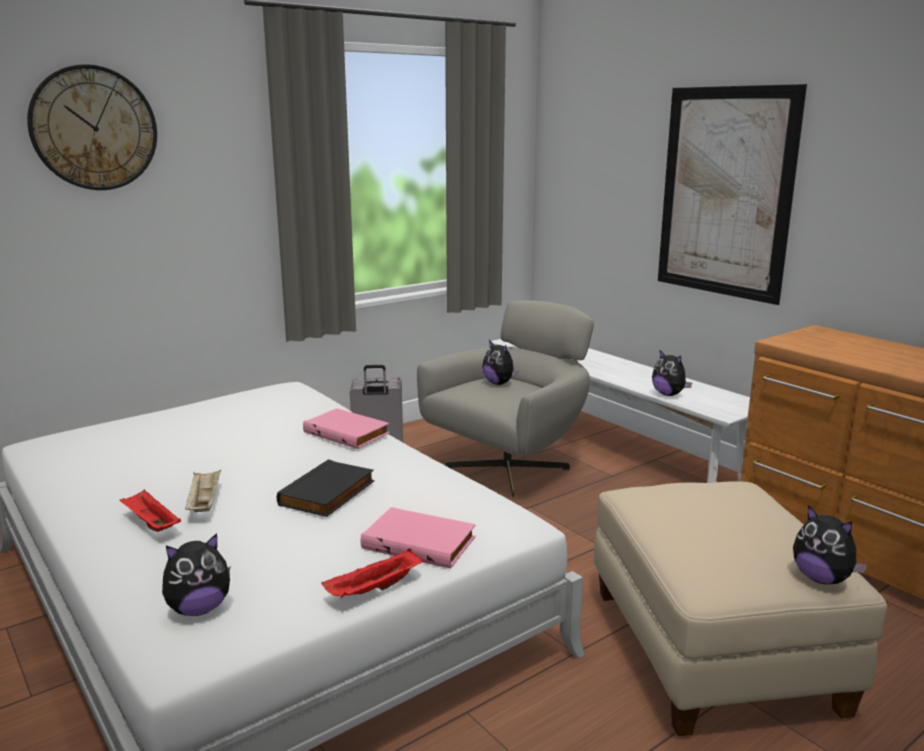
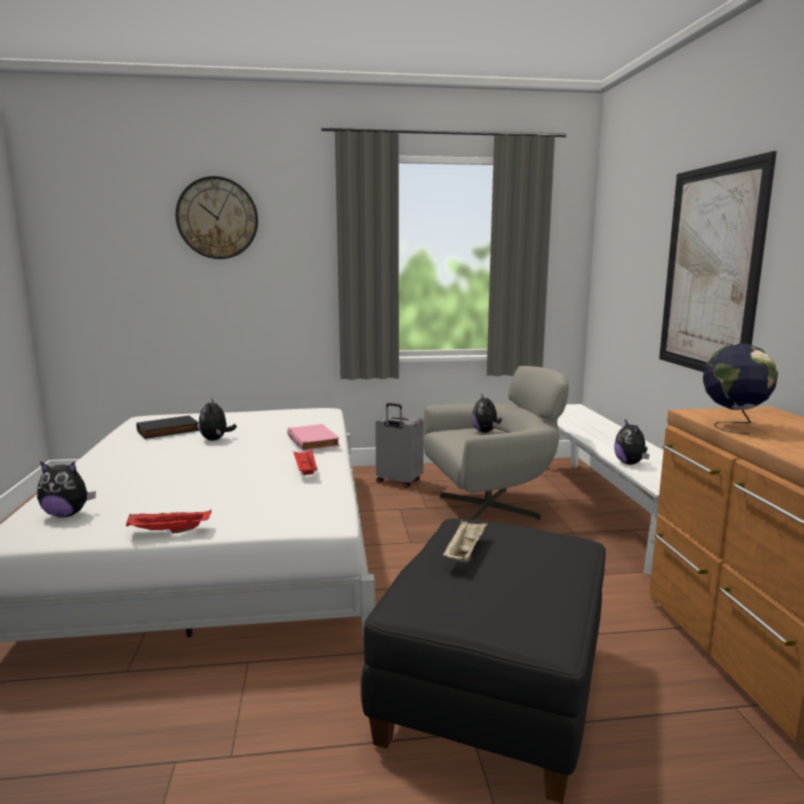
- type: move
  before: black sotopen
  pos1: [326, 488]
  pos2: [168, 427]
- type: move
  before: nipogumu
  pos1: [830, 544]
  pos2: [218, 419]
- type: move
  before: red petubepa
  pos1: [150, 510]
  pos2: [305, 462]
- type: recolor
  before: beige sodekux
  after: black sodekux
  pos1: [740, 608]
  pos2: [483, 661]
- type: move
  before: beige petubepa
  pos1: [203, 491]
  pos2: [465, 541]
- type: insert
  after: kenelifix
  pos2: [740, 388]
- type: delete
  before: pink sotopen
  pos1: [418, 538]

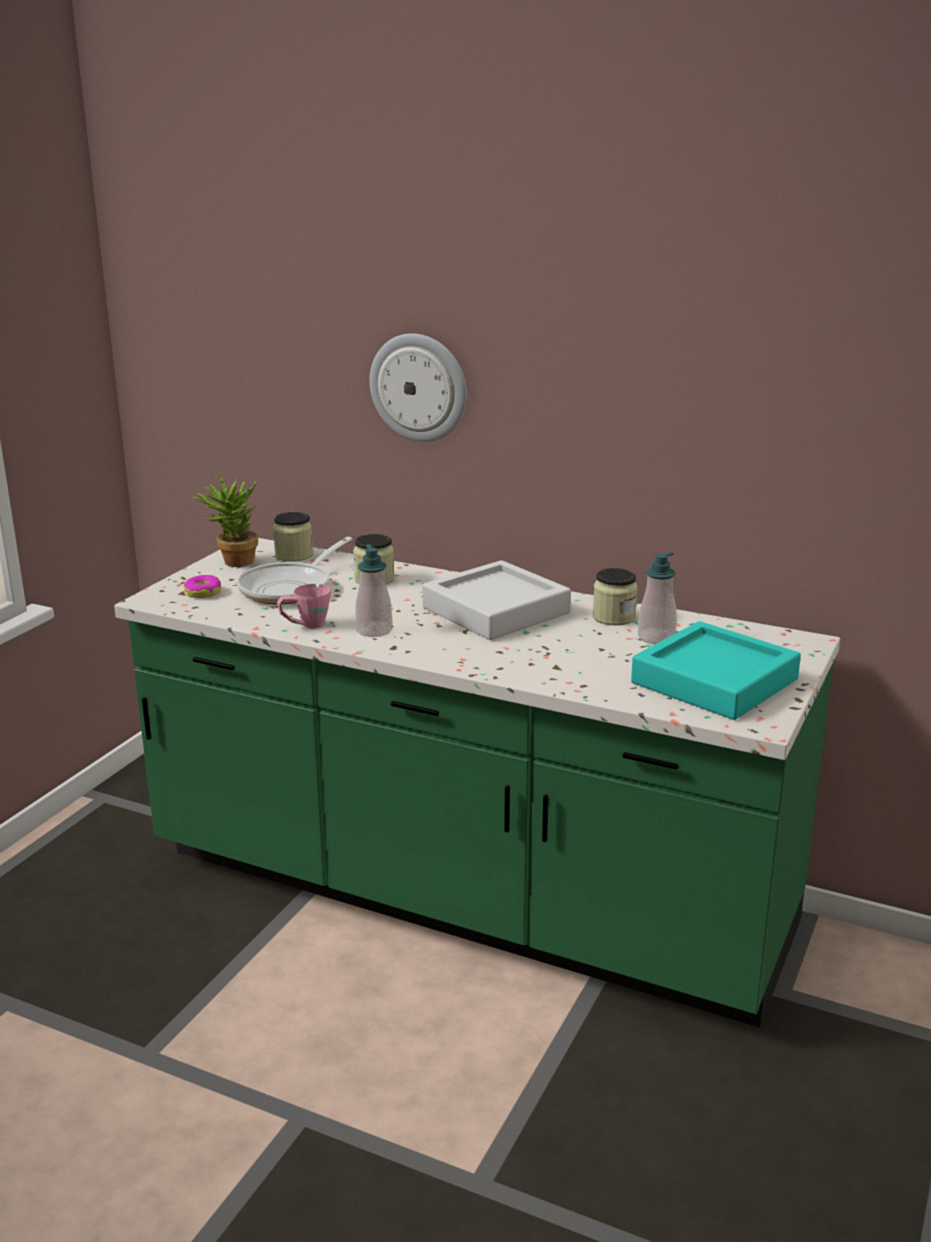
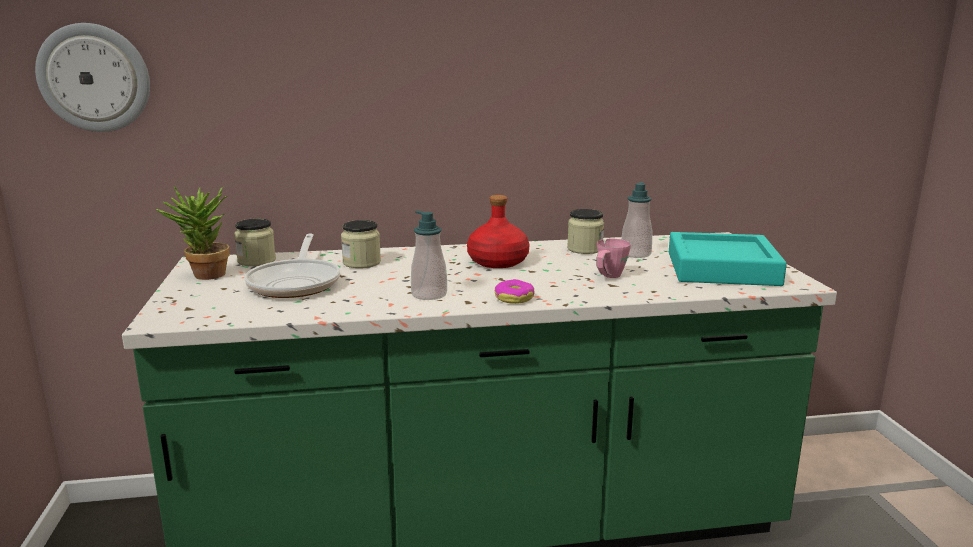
- type: move
  before: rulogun
  pos1: [418, 387]
  pos2: [92, 77]
- type: replace
  before: grey petubepa
  after: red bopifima
  pos1: [496, 600]
  pos2: [498, 231]
- type: move
  before: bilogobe
  pos1: [202, 586]
  pos2: [514, 291]
- type: move
  before: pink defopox
  pos1: [304, 606]
  pos2: [613, 258]

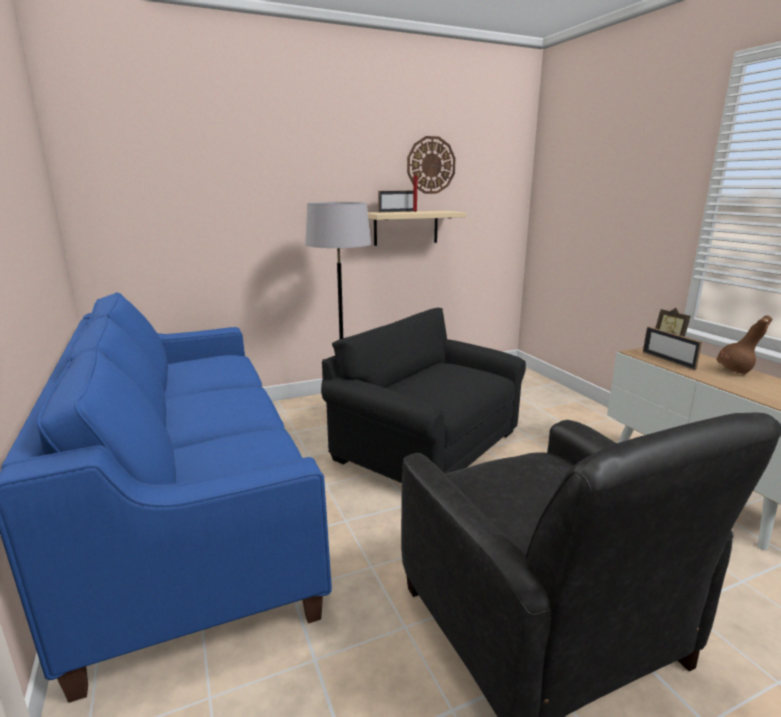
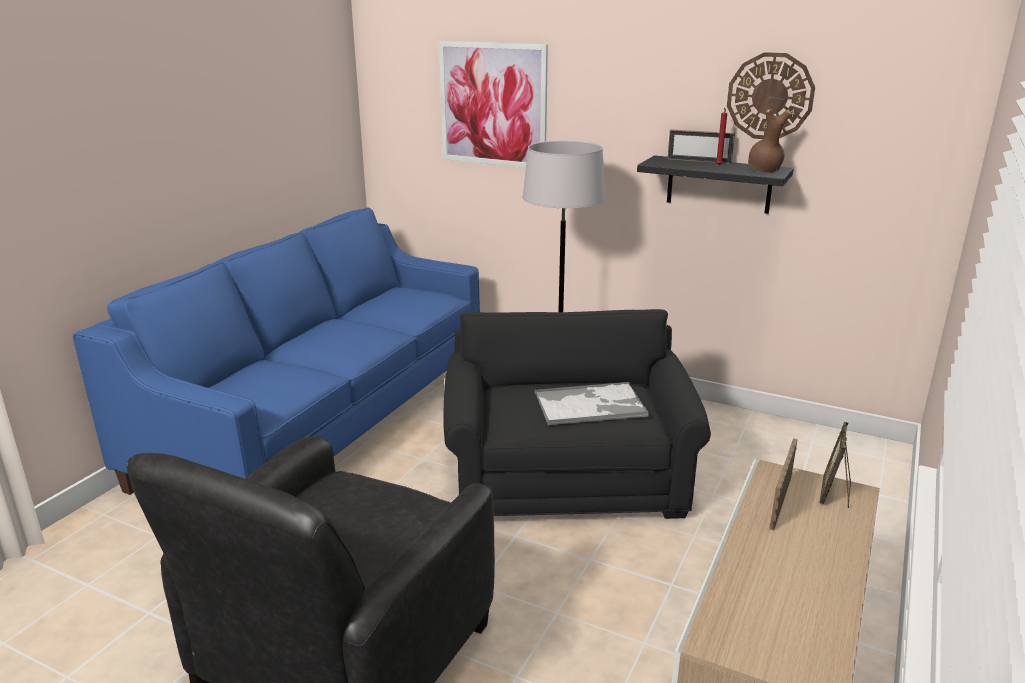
- type: insert
  after: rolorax
  pos2: [493, 104]
- type: insert
  after: petubepa
  pos2: [591, 403]
- type: recolor
  before: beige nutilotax
  after: black nutilotax
  pos1: [417, 228]
  pos2: [715, 184]
- type: move
  before: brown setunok
  pos1: [744, 345]
  pos2: [769, 140]

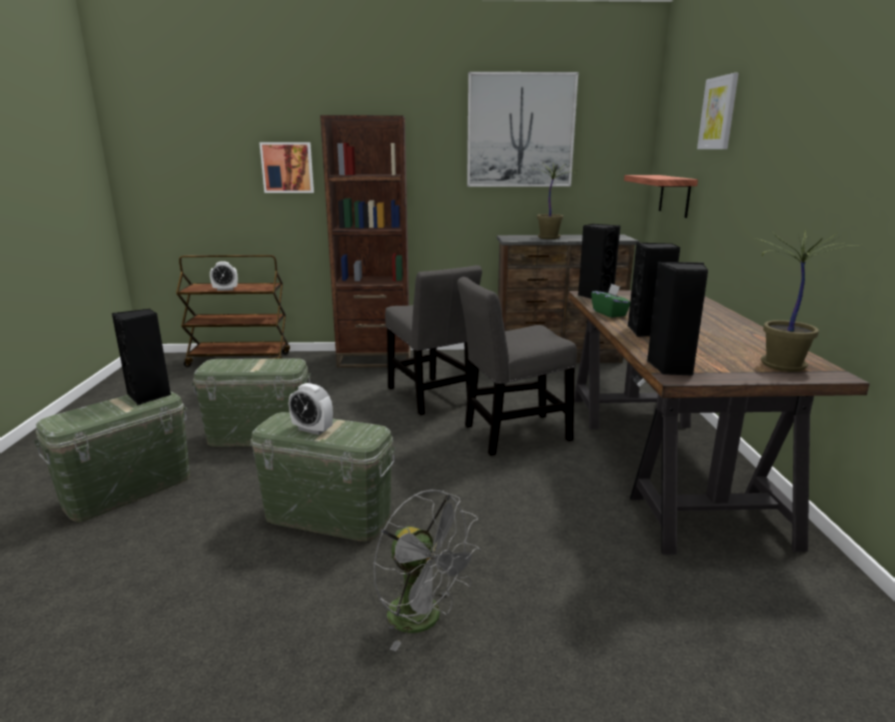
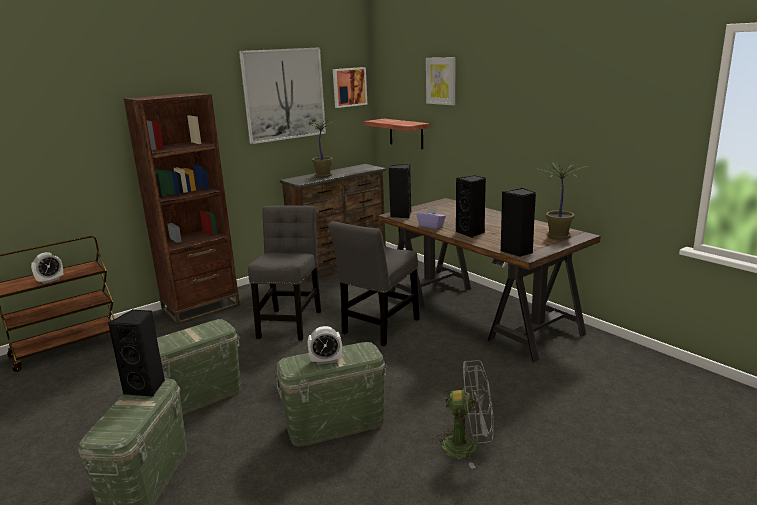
- type: rotate
  before: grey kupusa
  pos1: [433, 340]
  pos2: [284, 272]
  turn: -105
- type: move
  before: rolorax
  pos1: [286, 167]
  pos2: [350, 87]
- type: recolor
  before: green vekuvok
  after: purple vekuvok
  pos1: [610, 300]
  pos2: [431, 217]

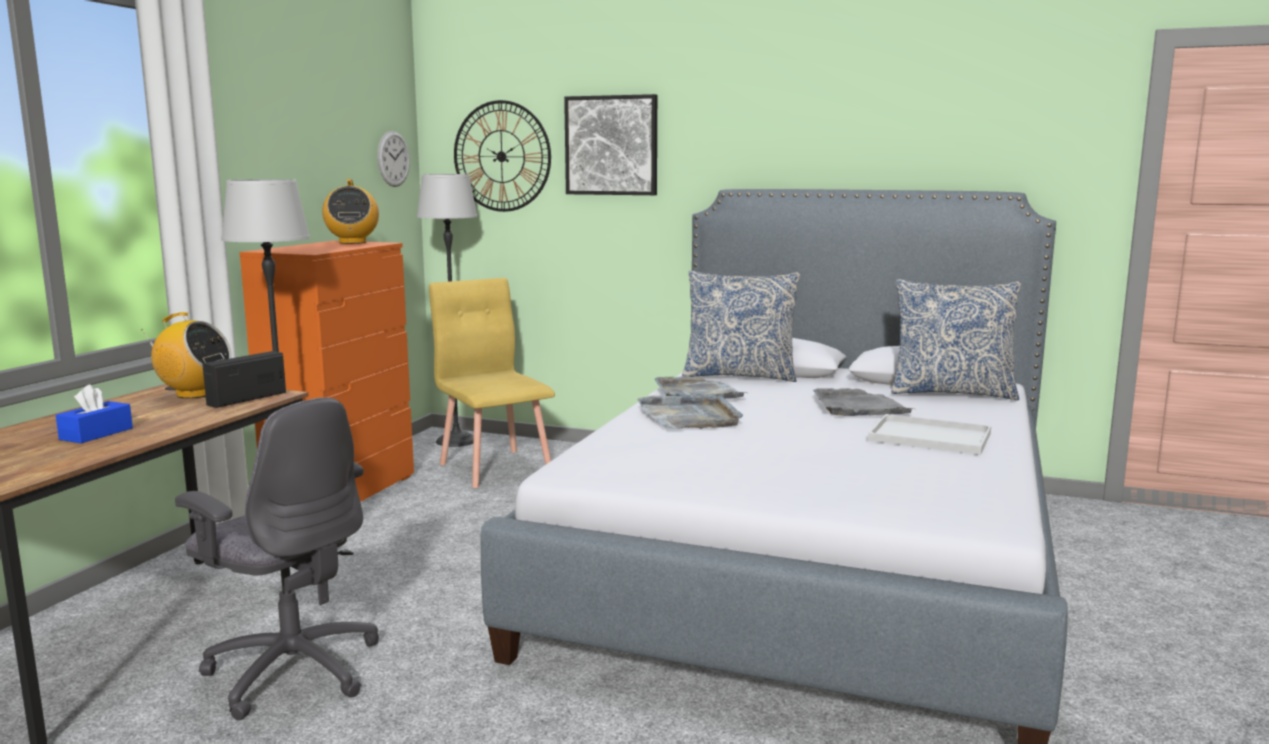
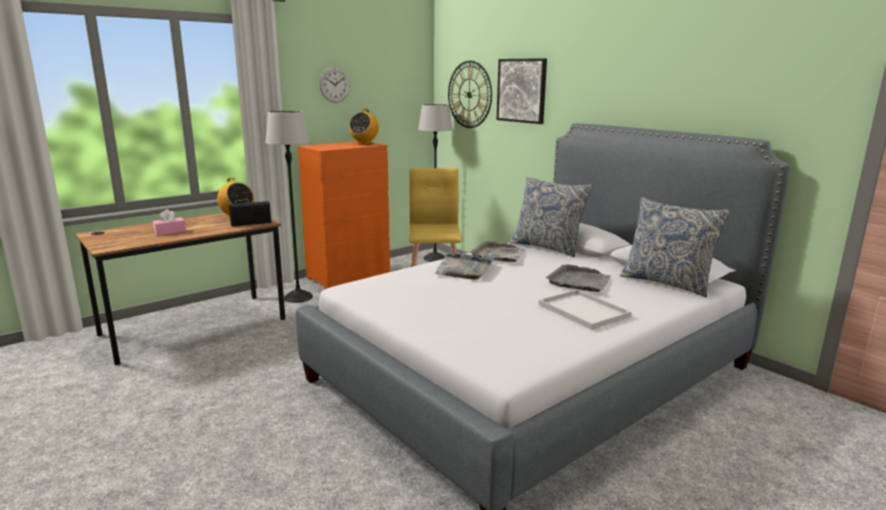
- type: recolor
  before: blue vekuvok
  after: pink vekuvok
  pos1: [94, 413]
  pos2: [169, 222]
- type: move
  before: rulogun
  pos1: [393, 159]
  pos2: [334, 85]
- type: delete
  before: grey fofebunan
  pos1: [277, 558]

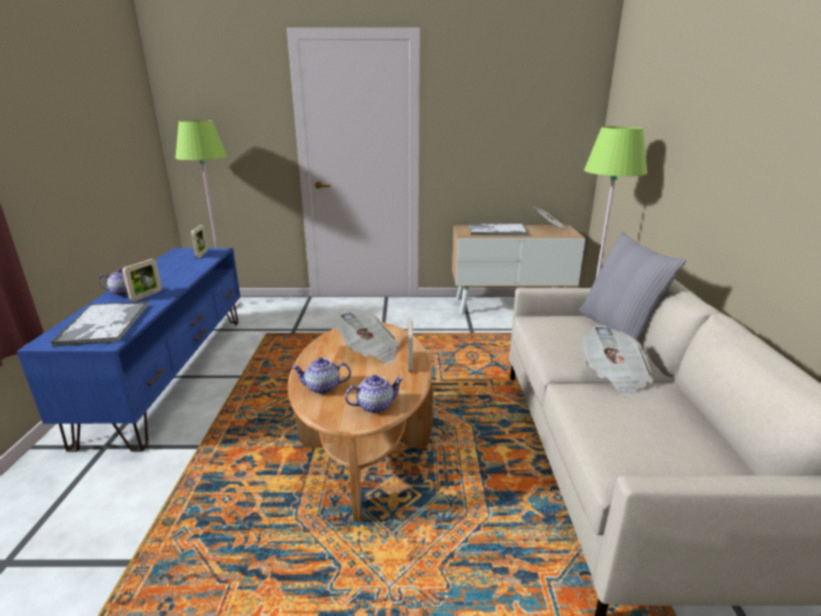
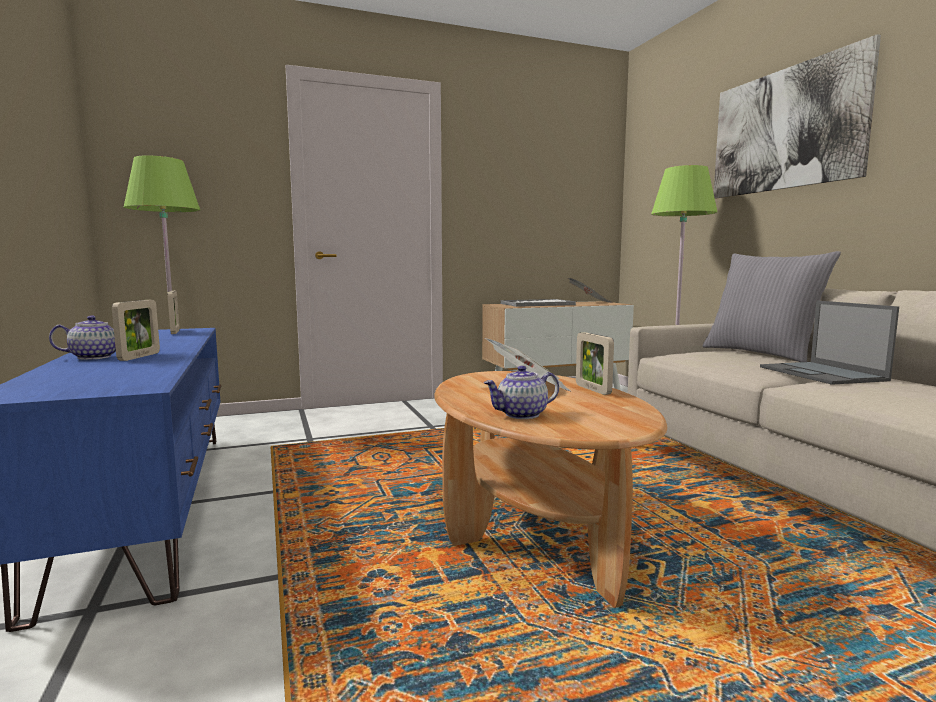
- type: insert
  after: rolorax
  pos2: [797, 116]
- type: replace
  before: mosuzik
  after: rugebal
  pos1: [618, 361]
  pos2: [829, 343]
- type: delete
  before: petubepa
  pos1: [100, 323]
- type: delete
  before: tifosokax
  pos1: [374, 394]

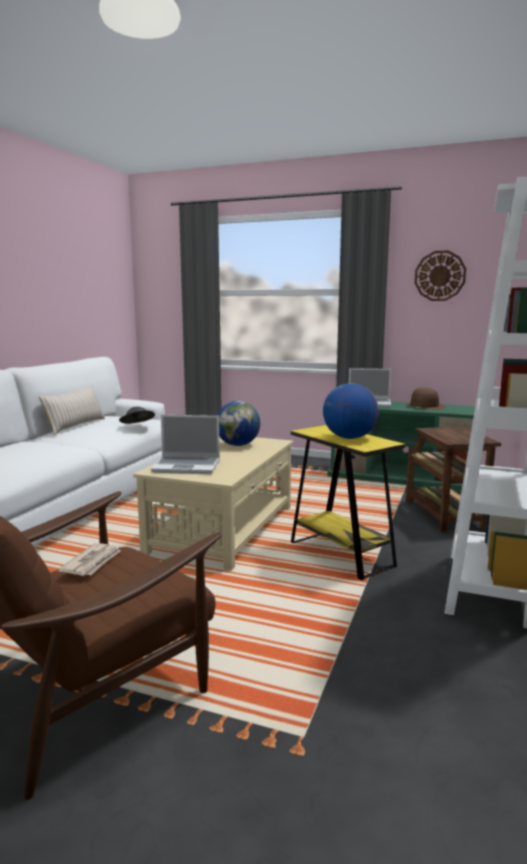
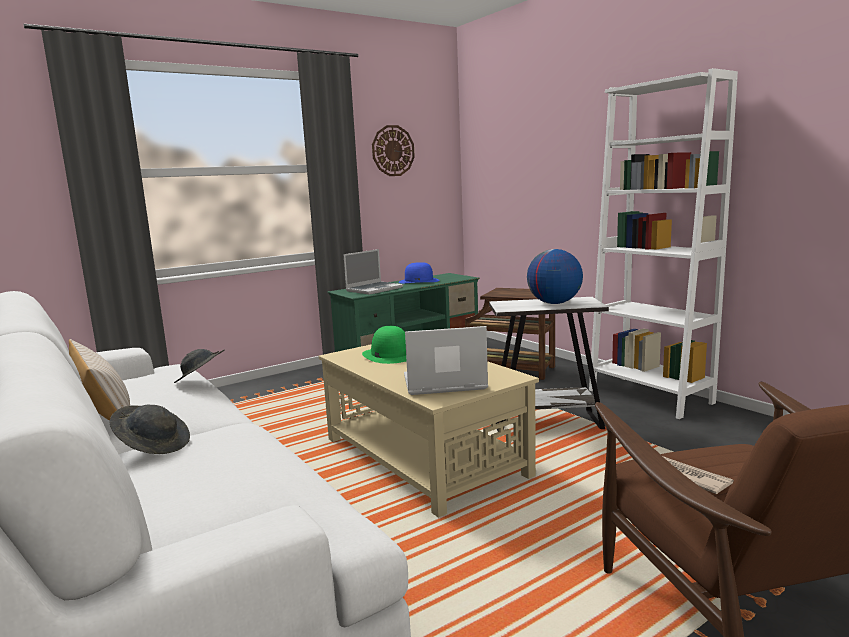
- type: insert
  after: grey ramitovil
  pos2: [150, 429]
- type: replace
  before: kenelifix
  after: green ramitovil
  pos1: [238, 423]
  pos2: [384, 345]
- type: recolor
  before: brown ramitovil
  after: blue ramitovil
  pos1: [425, 399]
  pos2: [419, 272]
- type: rotate
  before: rugebal
  pos1: [185, 444]
  pos2: [446, 360]
  turn: -135
- type: recolor
  before: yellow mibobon
  after: white mibobon
  pos1: [348, 502]
  pos2: [549, 364]

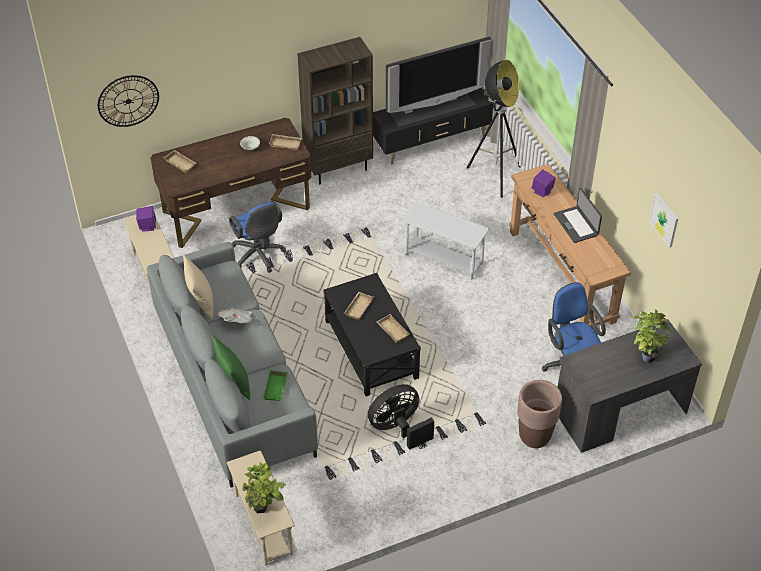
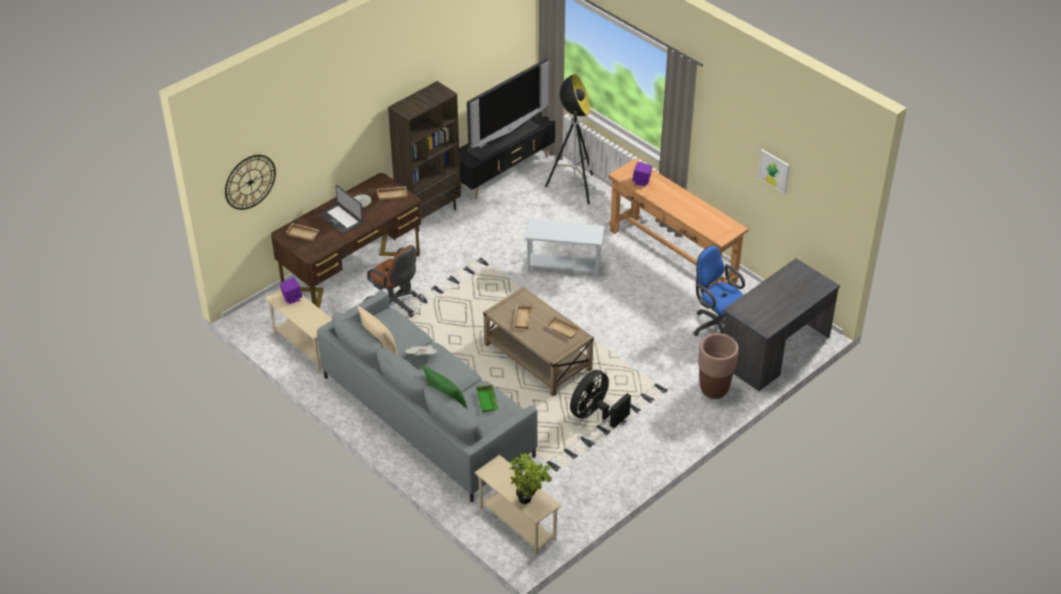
- type: move
  before: rugebal
  pos1: [578, 215]
  pos2: [340, 209]
- type: recolor
  before: blue fofebunan
  after: brown fofebunan
  pos1: [257, 237]
  pos2: [391, 281]
- type: recolor
  before: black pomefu
  after: beige pomefu
  pos1: [372, 334]
  pos2: [538, 341]
- type: delete
  before: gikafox
  pos1: [650, 336]

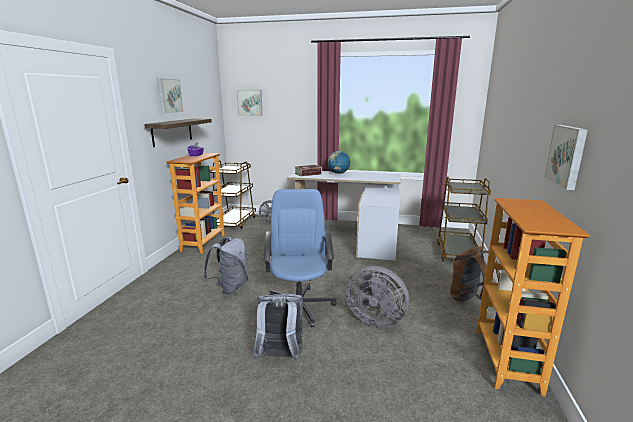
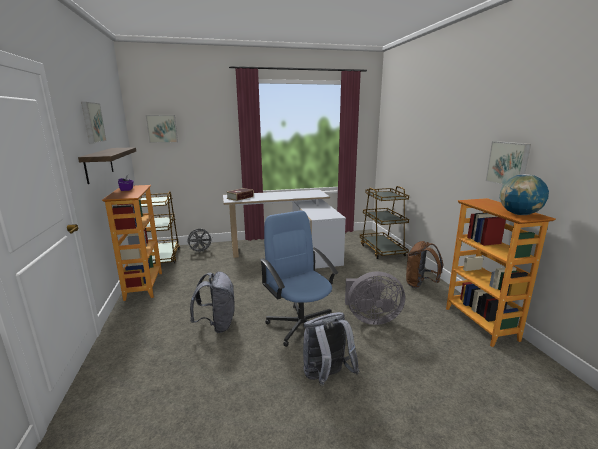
- type: move
  before: kenelifix
  pos1: [339, 162]
  pos2: [524, 194]

